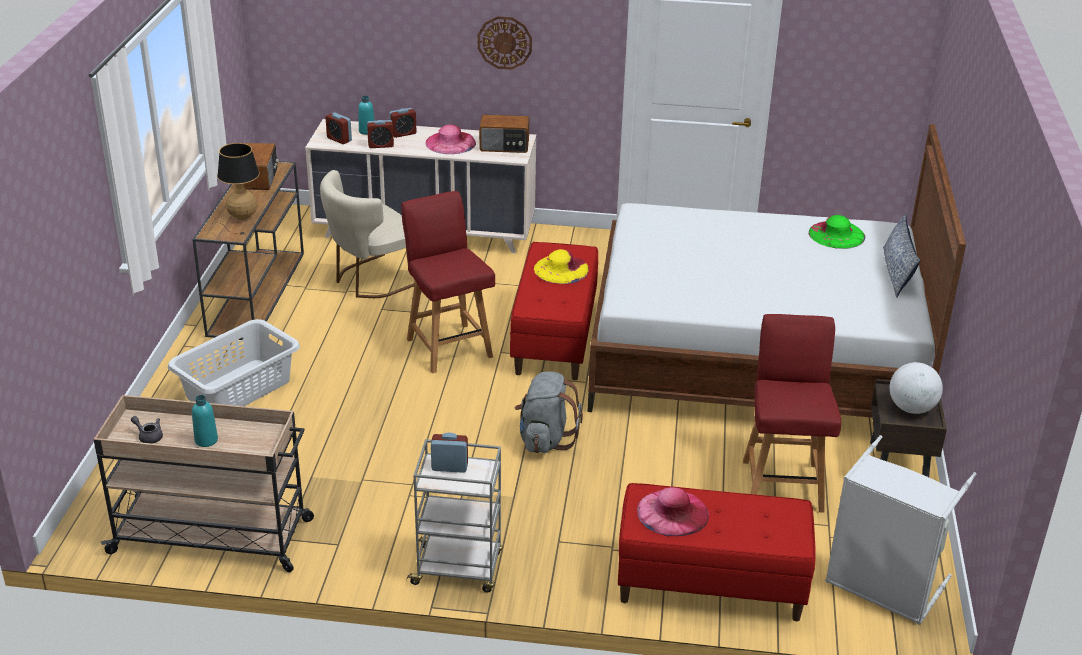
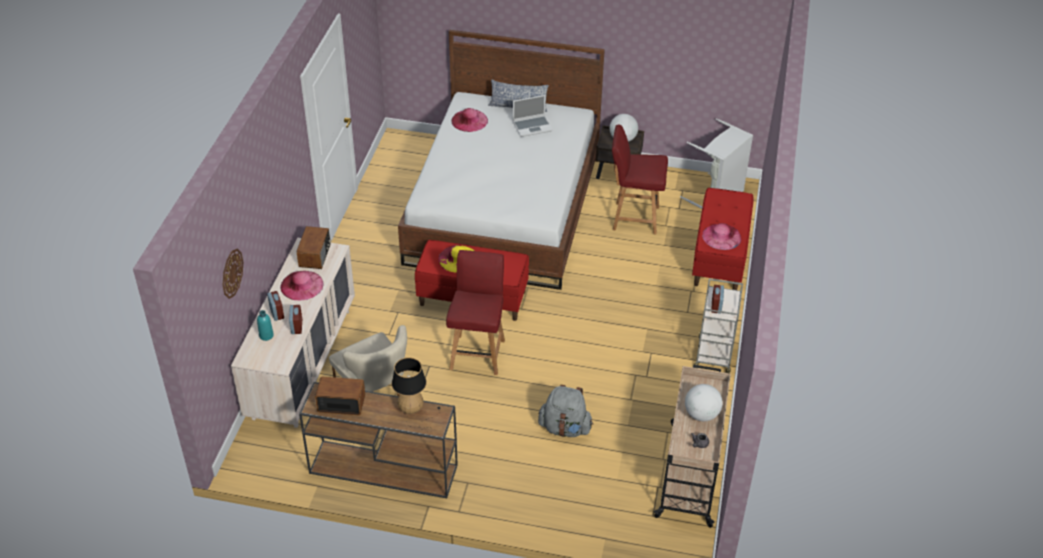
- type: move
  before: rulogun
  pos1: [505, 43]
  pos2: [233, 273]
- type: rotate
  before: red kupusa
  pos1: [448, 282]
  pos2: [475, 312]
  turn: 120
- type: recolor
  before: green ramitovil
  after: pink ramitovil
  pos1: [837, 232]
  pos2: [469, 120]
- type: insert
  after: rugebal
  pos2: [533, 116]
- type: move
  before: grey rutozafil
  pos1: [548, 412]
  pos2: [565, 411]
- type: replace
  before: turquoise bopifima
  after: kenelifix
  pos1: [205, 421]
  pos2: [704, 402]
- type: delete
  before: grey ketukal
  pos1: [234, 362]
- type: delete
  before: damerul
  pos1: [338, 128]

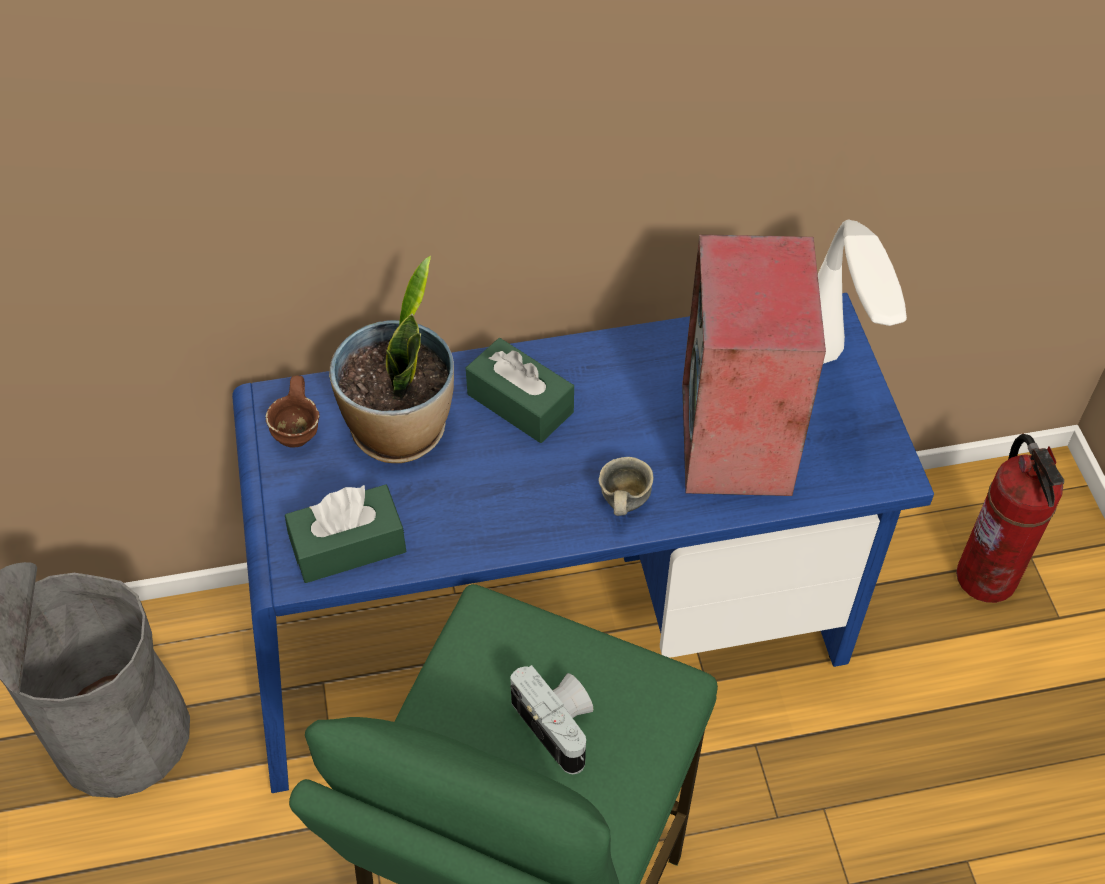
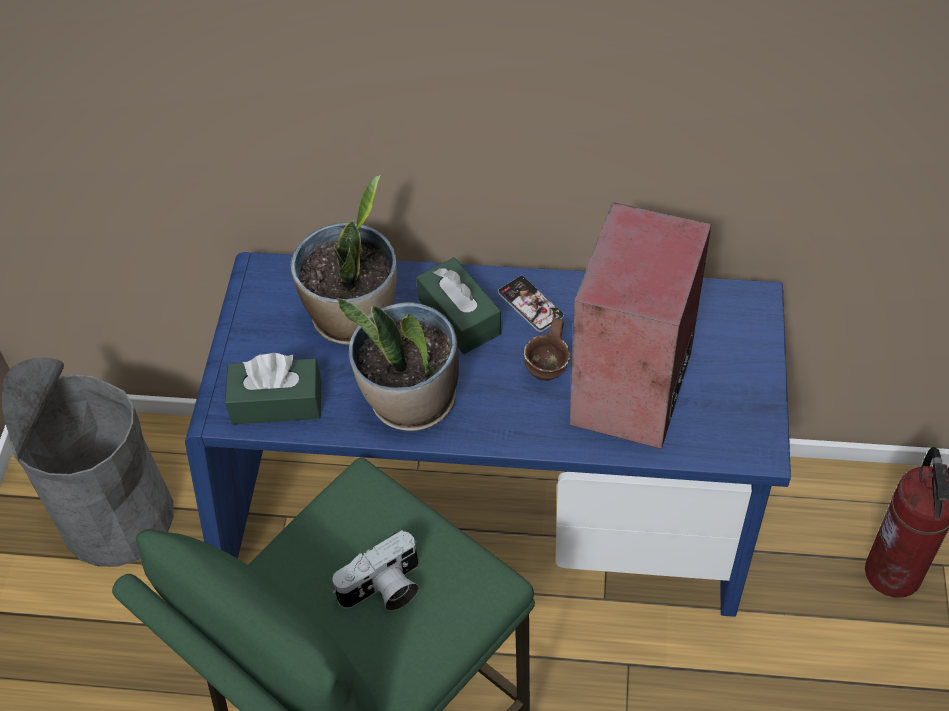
- type: rotate
  before: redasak
  pos1: [551, 719]
  pos2: [375, 570]
  turn: 75
- type: insert
  after: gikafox
  pos2: [398, 364]
- type: insert
  after: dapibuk
  pos2: [531, 304]
- type: move
  before: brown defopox
  pos1: [293, 412]
  pos2: [547, 350]
- type: delete
  before: grey defopox
  pos1: [625, 486]
- type: delete
  before: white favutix
  pos1: [862, 291]

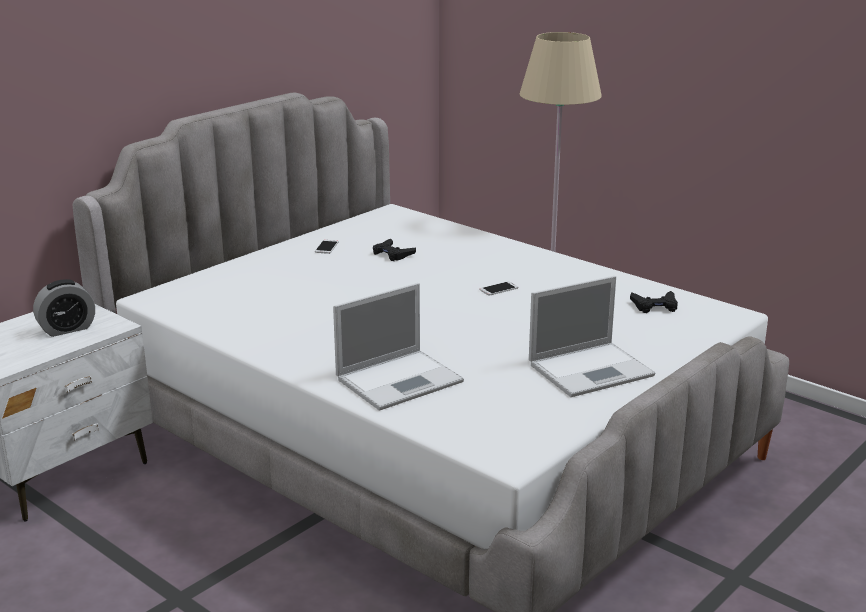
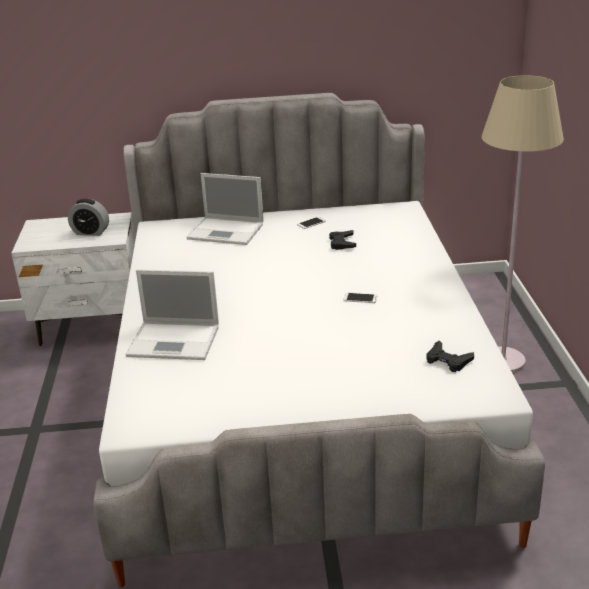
- type: move
  before: rugebal
  pos1: [592, 336]
  pos2: [225, 209]

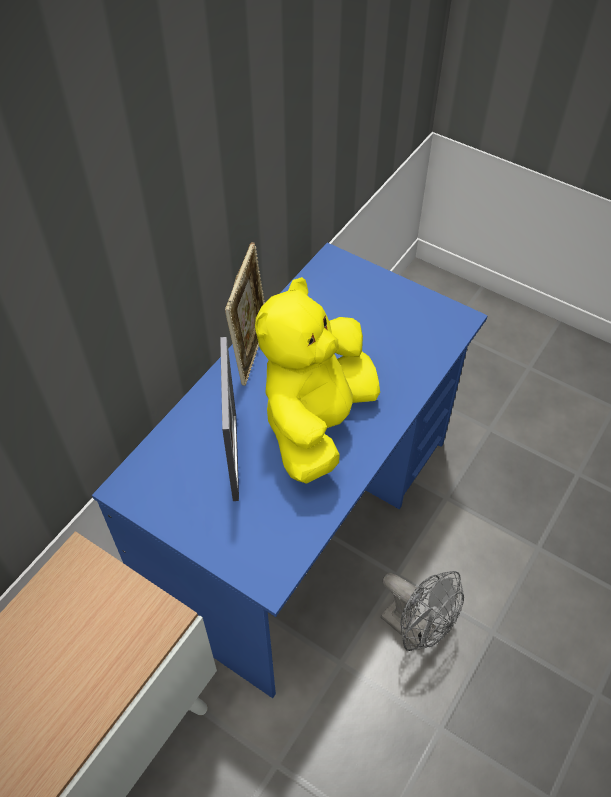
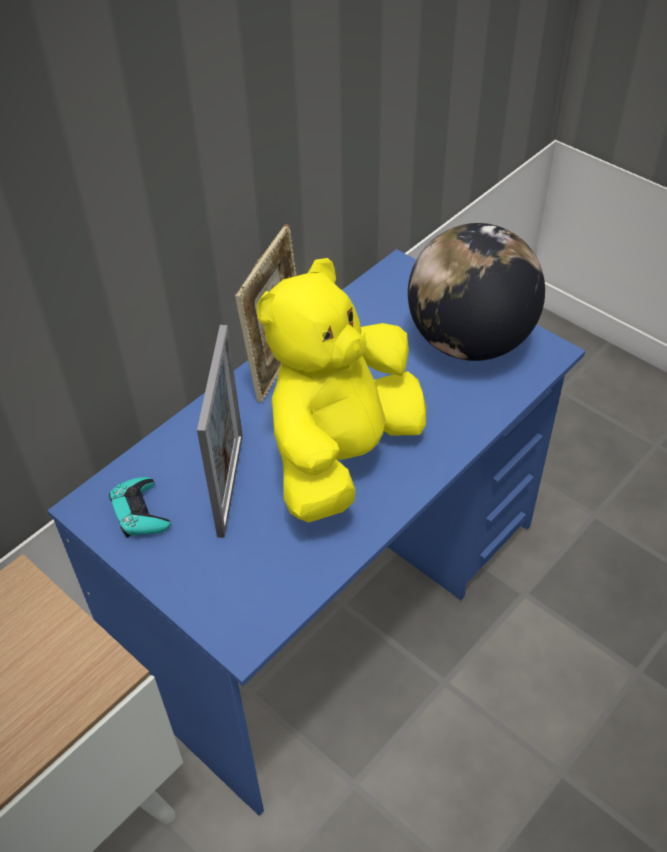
- type: insert
  after: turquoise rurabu
  pos2: [140, 507]
- type: insert
  after: kenelifix
  pos2: [476, 292]
- type: delete
  before: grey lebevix
  pos1: [422, 611]

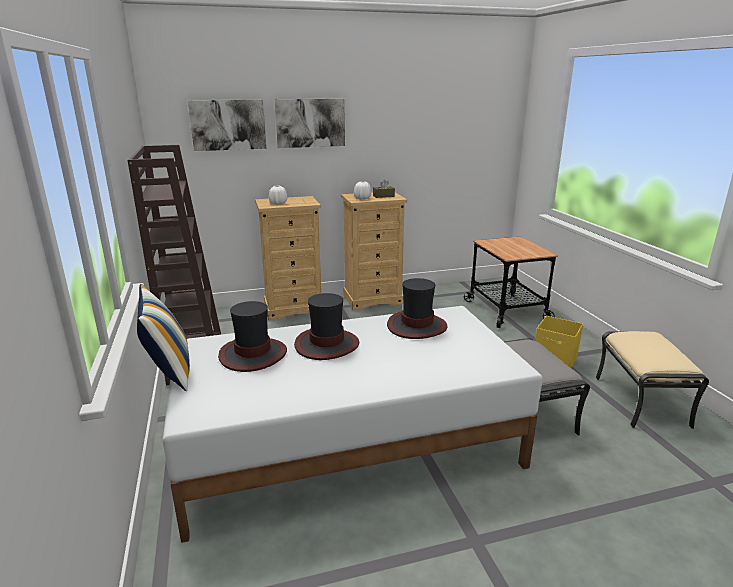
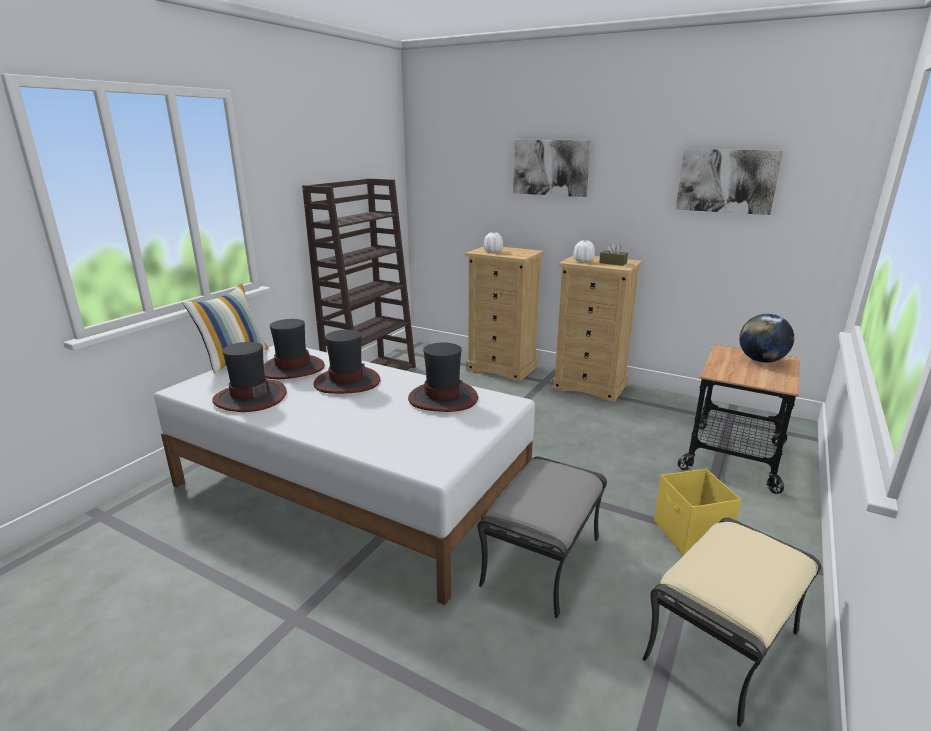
- type: insert
  after: ramitovil
  pos2: [249, 377]
- type: move
  before: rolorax
  pos1: [227, 125]
  pos2: [729, 182]
- type: insert
  after: kenelifix
  pos2: [766, 338]

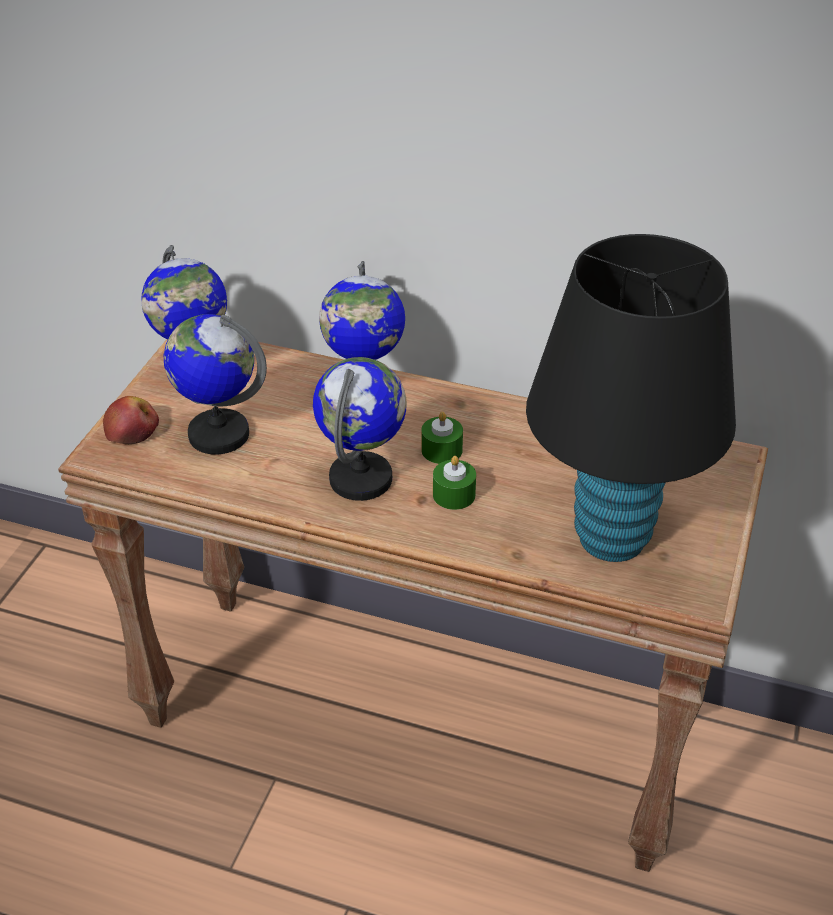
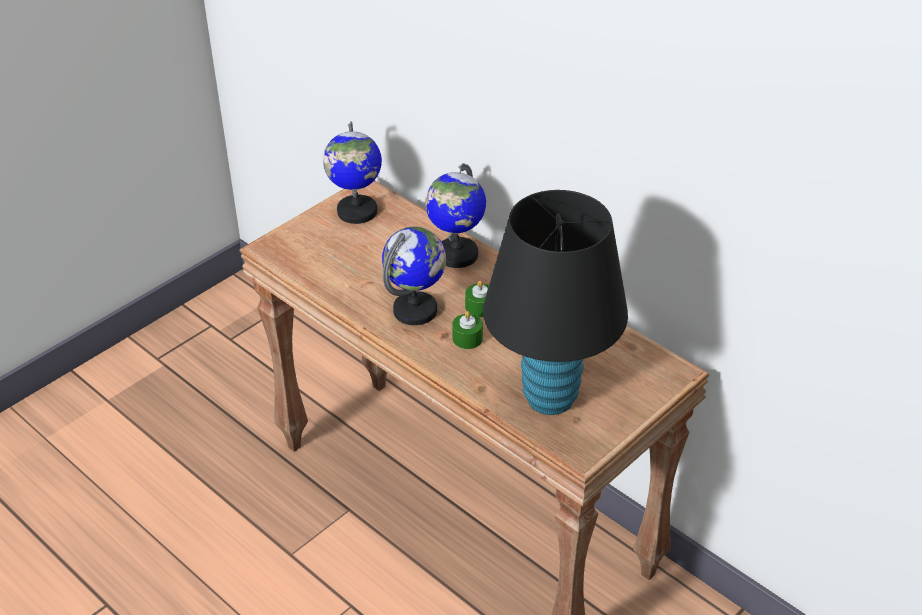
- type: delete
  before: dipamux
  pos1: [131, 420]
- type: delete
  before: kenelifix
  pos1: [215, 384]

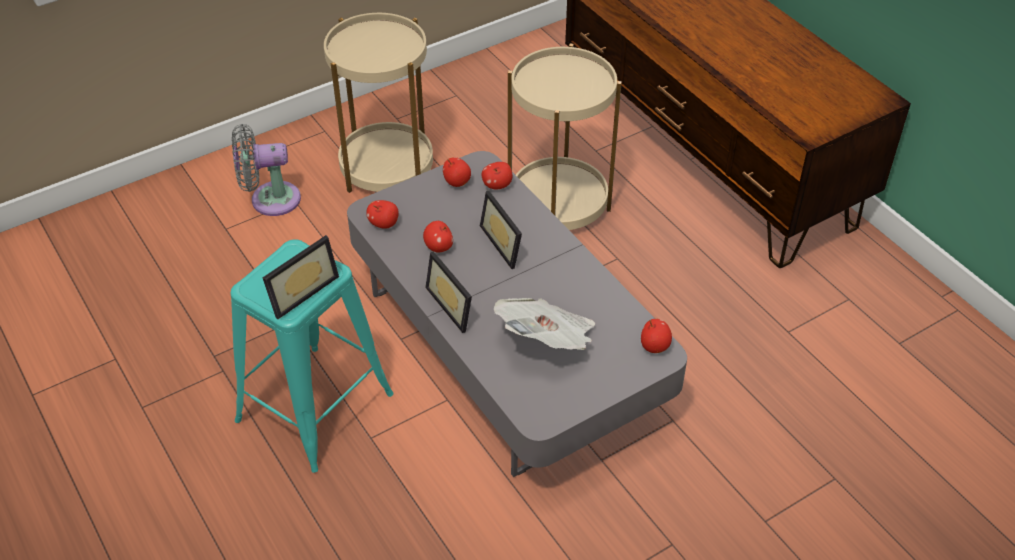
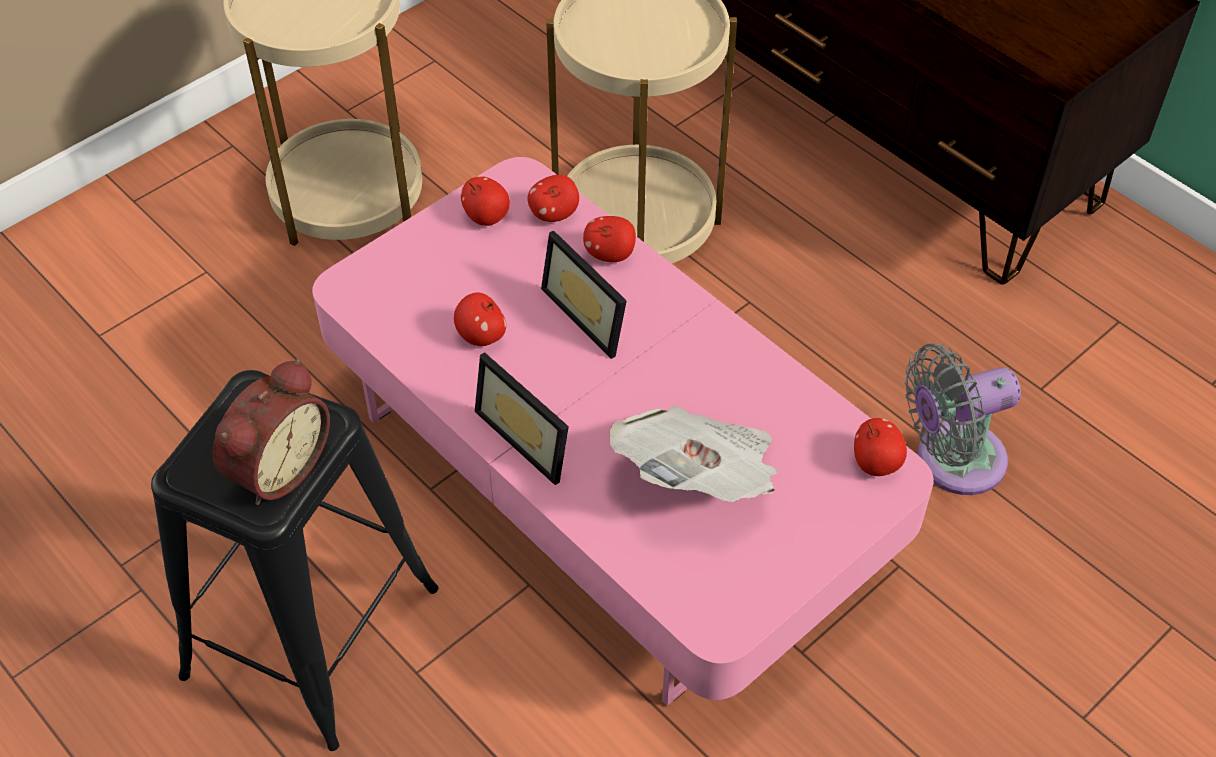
- type: recolor
  before: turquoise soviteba
  after: black soviteba
  pos1: [312, 356]
  pos2: [295, 560]
- type: replace
  before: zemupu
  after: damerul
  pos1: [301, 277]
  pos2: [271, 432]
- type: recolor
  before: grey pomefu
  after: pink pomefu
  pos1: [517, 314]
  pos2: [623, 431]
- type: move
  before: dipamux
  pos1: [382, 214]
  pos2: [609, 239]
- type: move
  before: grey lebevix
  pos1: [266, 170]
  pos2: [963, 419]

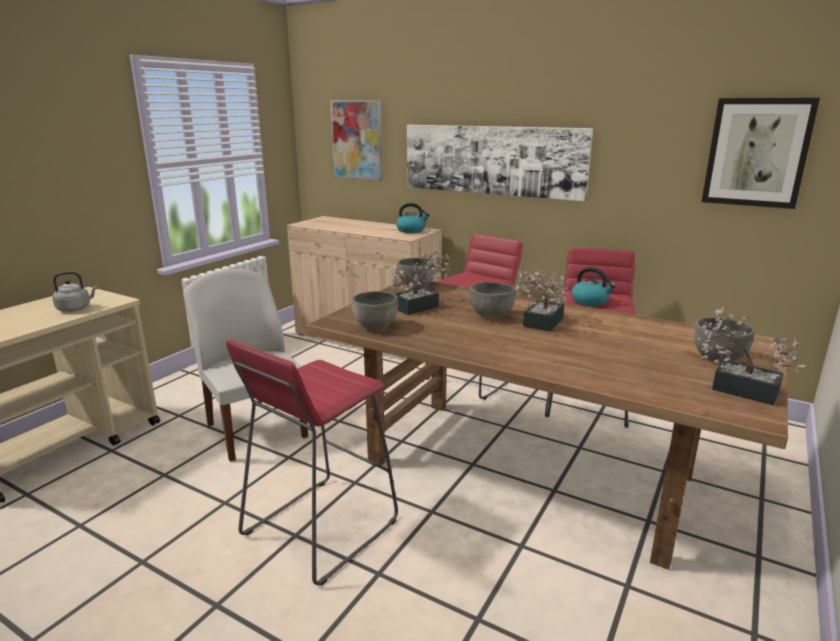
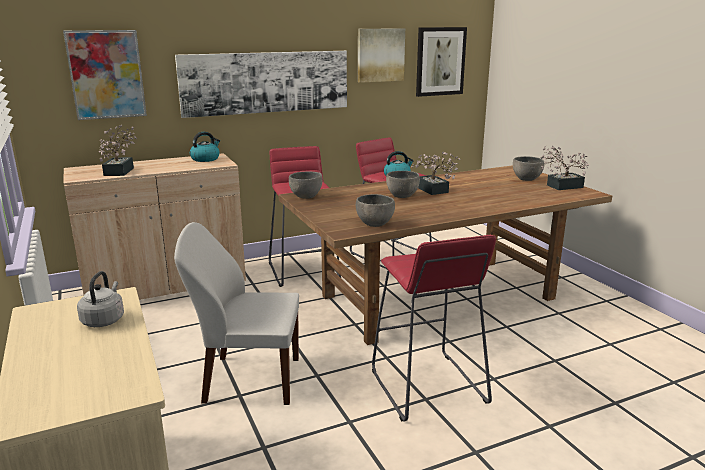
- type: move
  before: gikafox
  pos1: [419, 282]
  pos2: [118, 150]
- type: insert
  after: rolorax
  pos2: [381, 55]

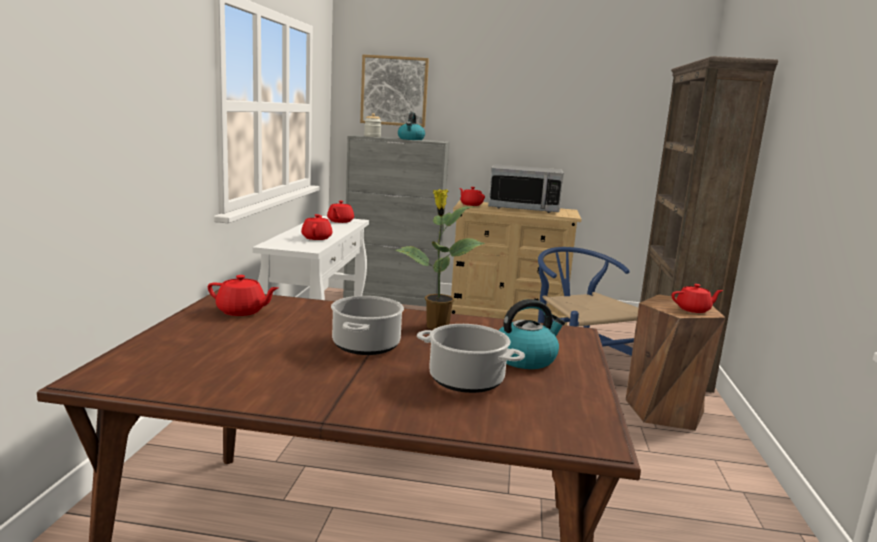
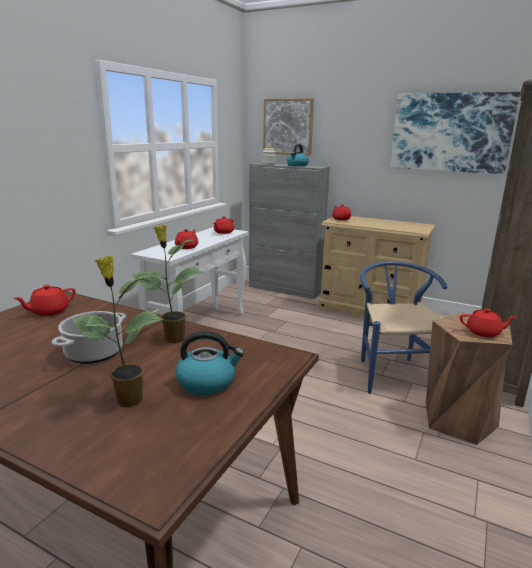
- type: rotate
  before: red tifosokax
  pos1: [243, 295]
  pos2: [44, 300]
  turn: 105
- type: replace
  before: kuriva
  after: gikafox
  pos1: [471, 358]
  pos2: [118, 331]
- type: insert
  after: rolorax
  pos2: [455, 133]
- type: delete
  before: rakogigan
  pos1: [526, 188]

